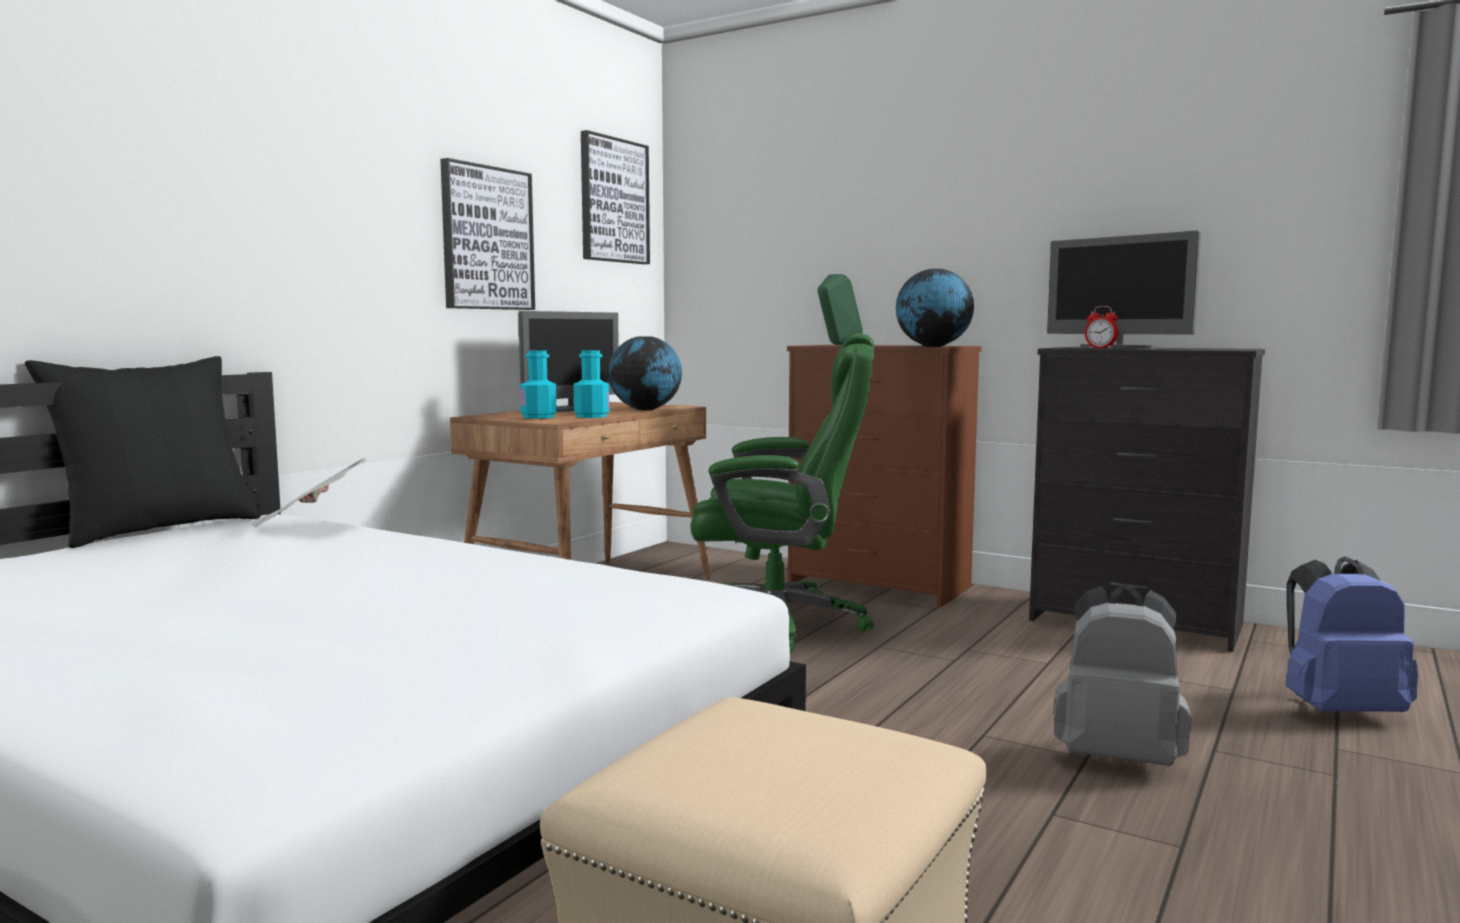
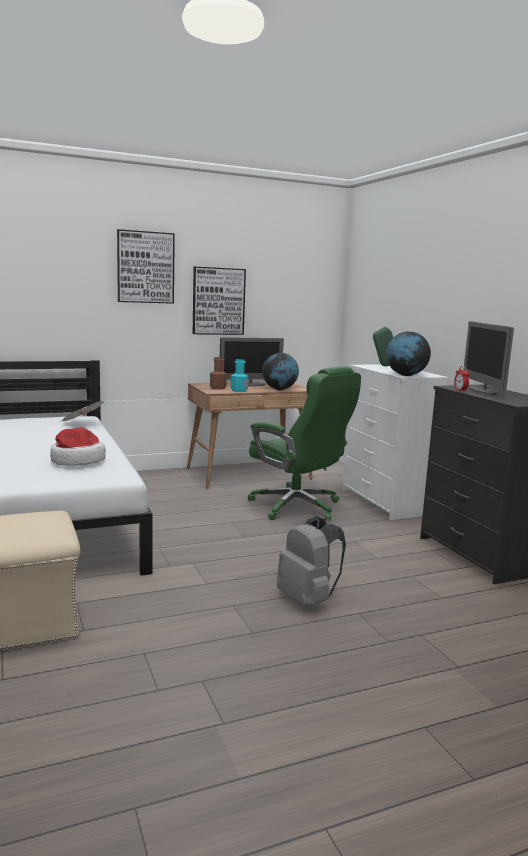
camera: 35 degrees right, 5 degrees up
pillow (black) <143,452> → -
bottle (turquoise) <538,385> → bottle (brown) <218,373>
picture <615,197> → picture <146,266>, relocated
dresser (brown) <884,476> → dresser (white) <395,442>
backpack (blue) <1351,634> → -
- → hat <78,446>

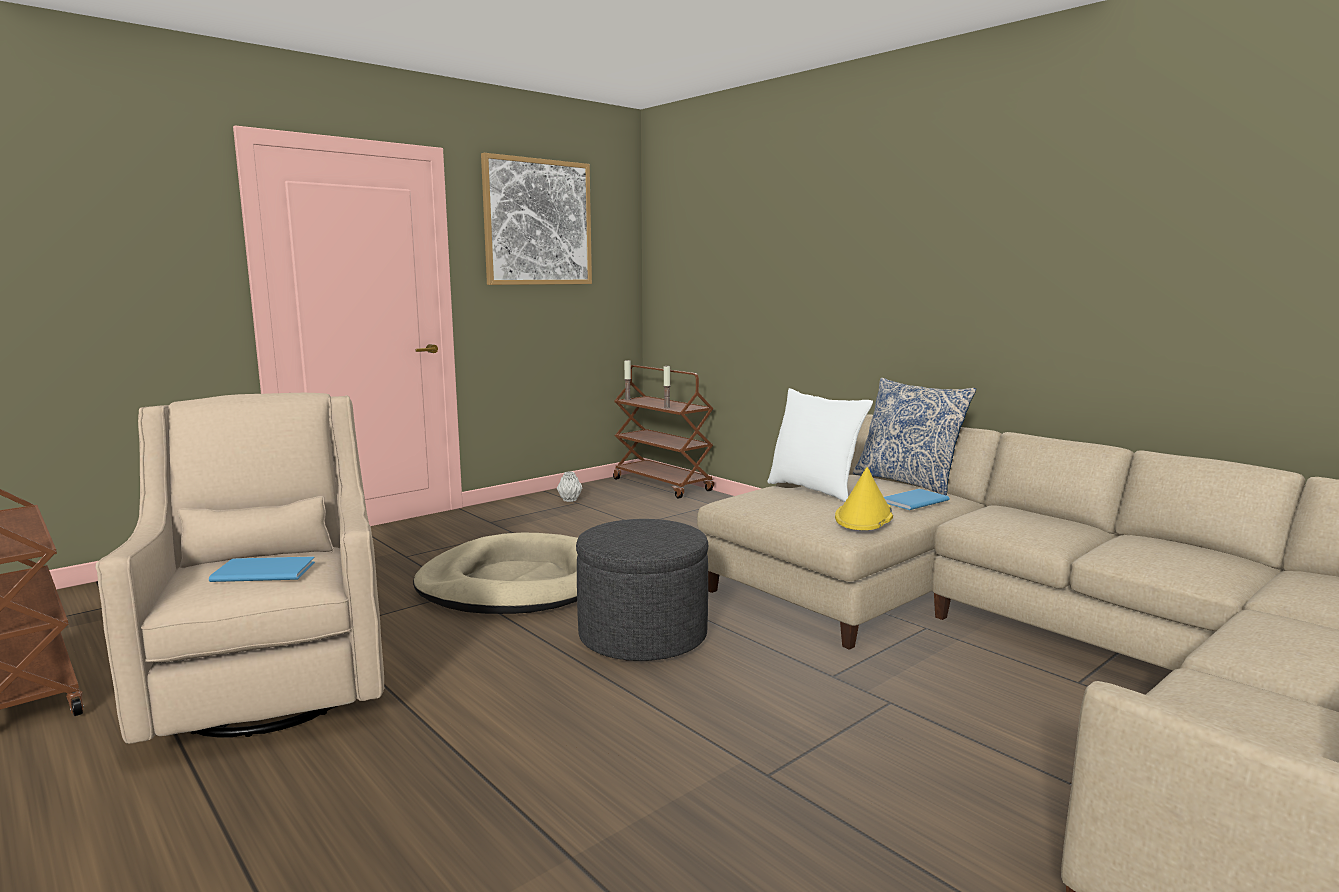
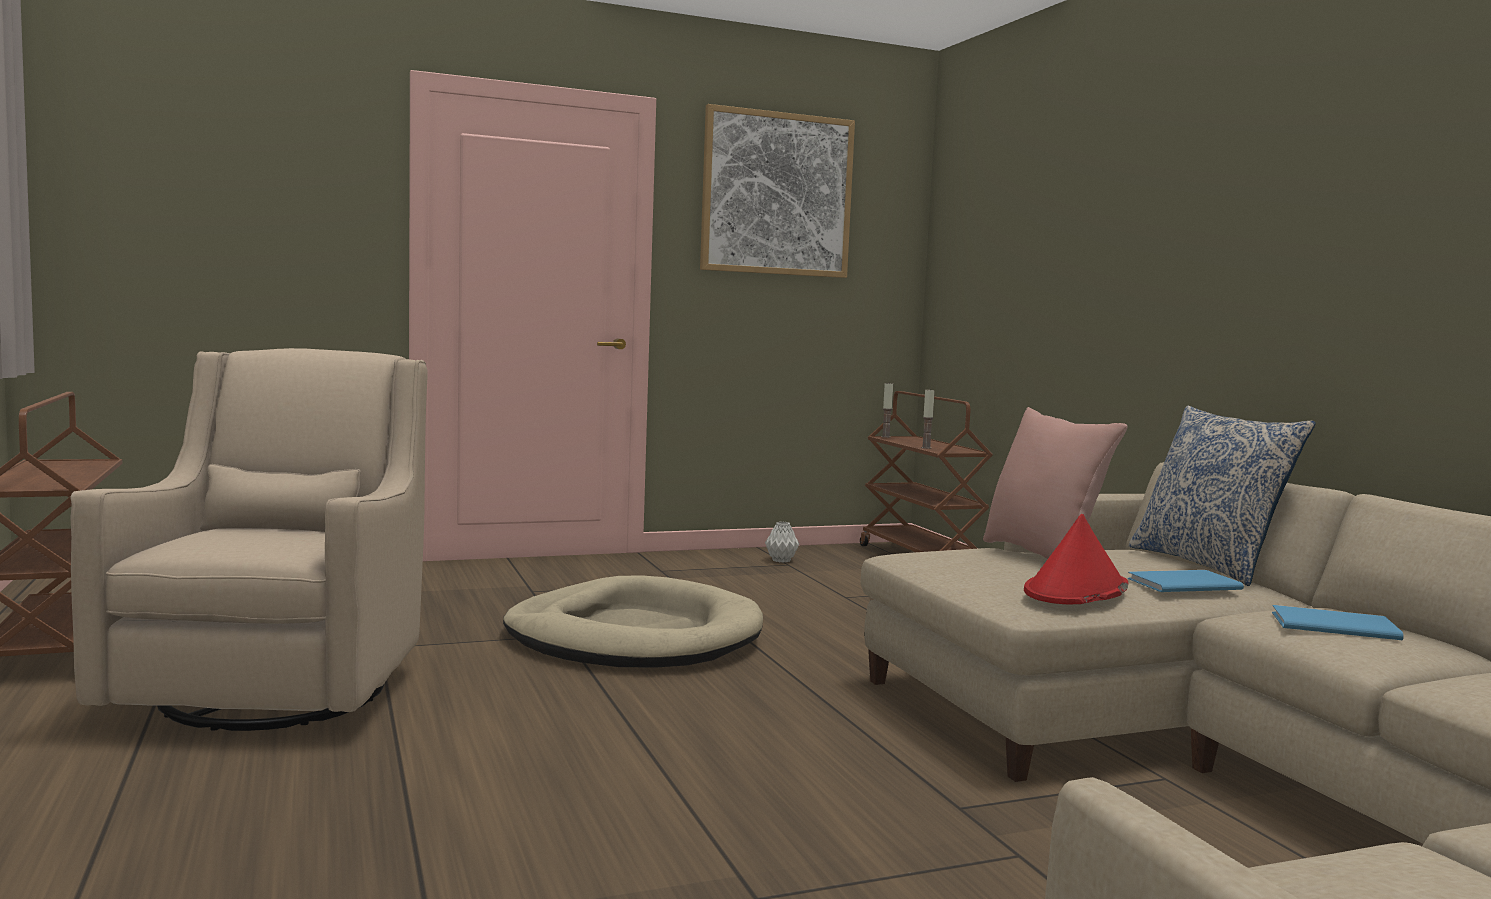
camera: 20 degrees right, 5 degrees down
book (blue) <262,569> → book (blue) <1338,622>, relocated
ottoman (grey) <642,590> → -
pillow (white) <820,445> → pillow (pink) <1055,483>
hat (yellow) <864,498> → hat (red) <1076,559>

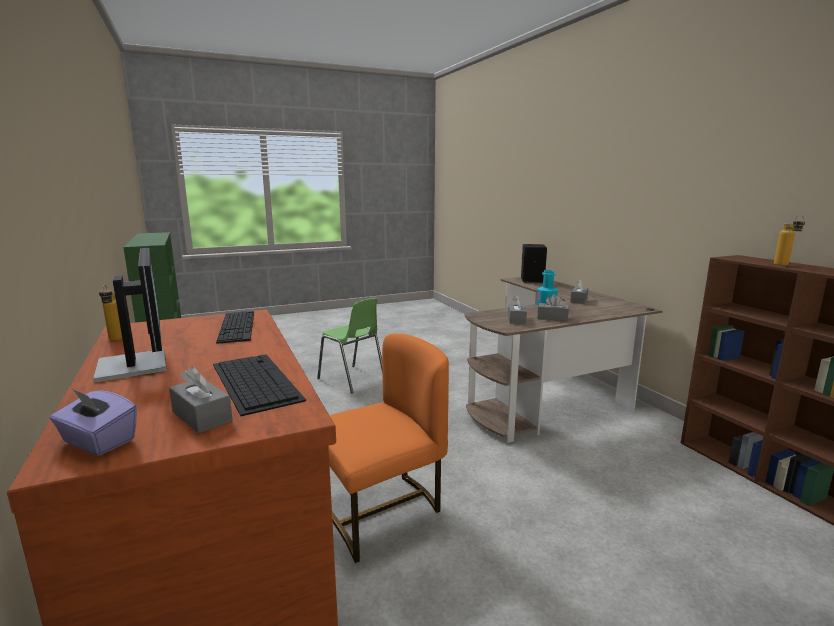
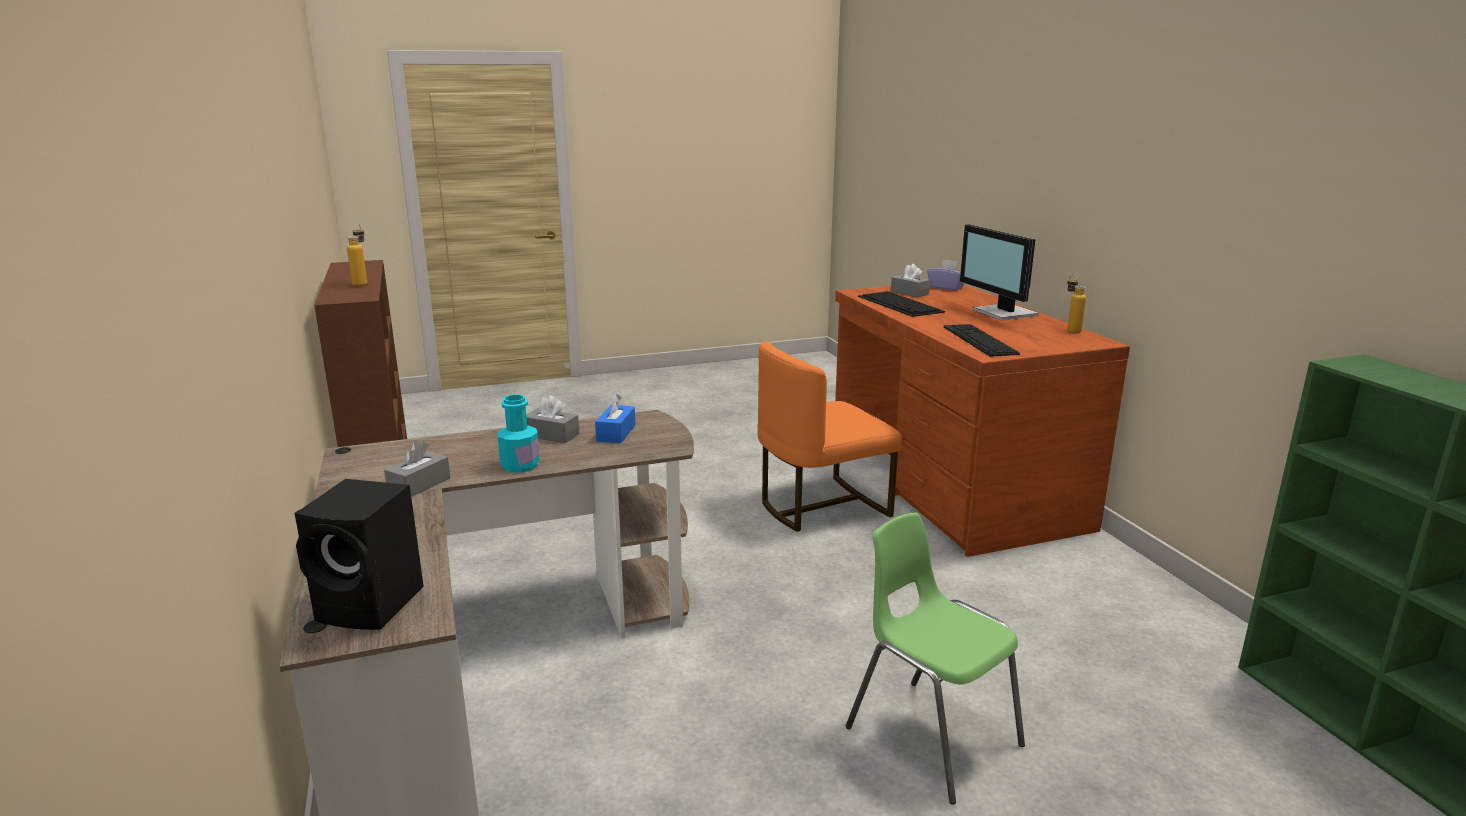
camera: 175 degrees left, 5 degrees up
tissue box (grey) <517,309> → tissue box (blue) <615,418>

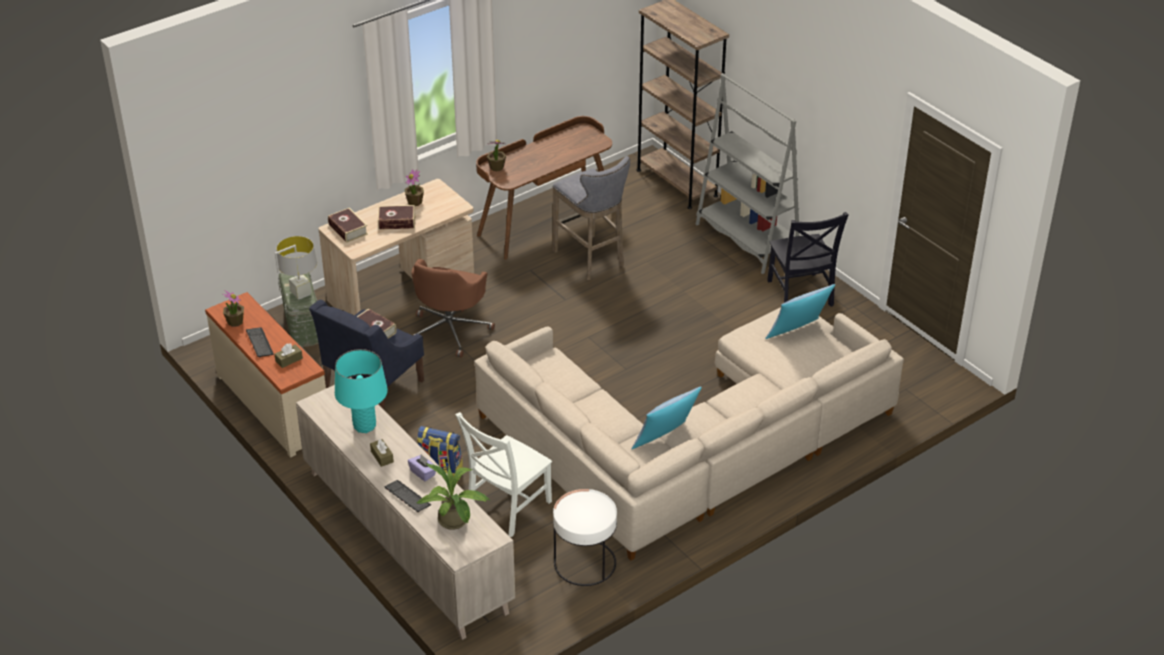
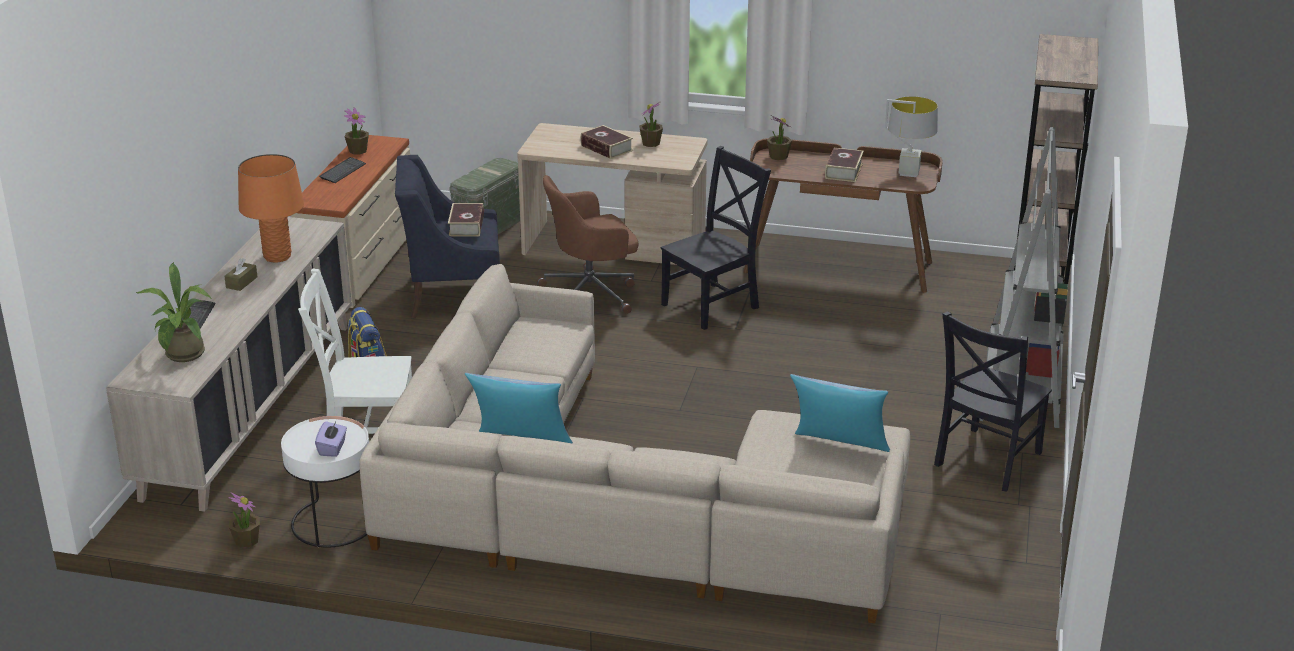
camera: 50 degrees right, 10 degrees down
table lamp (grey) <296,268> → table lamp (grey) <911,136>, relocated
tissue box (brown) <289,355> → -
book <348,225> → book <844,165>, relocated
table lamp (turquoise) <361,391> → table lamp (orange) <271,208>
tissue box (purple) <422,467> → tissue box (purple) <331,438>, relocated
stool (grey) <591,218> → -
- → potted plant <244,520>
- → chair (black) <716,238>

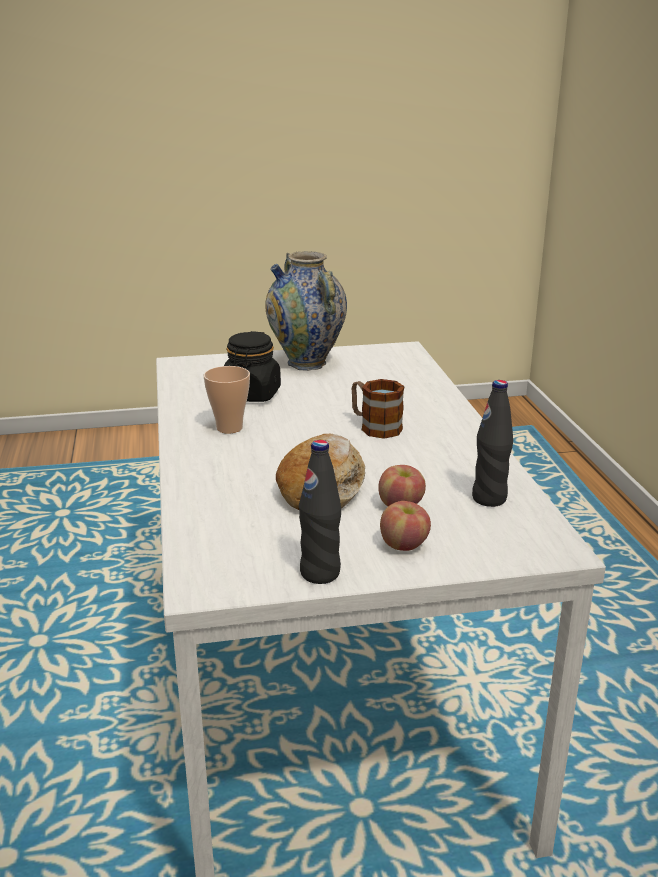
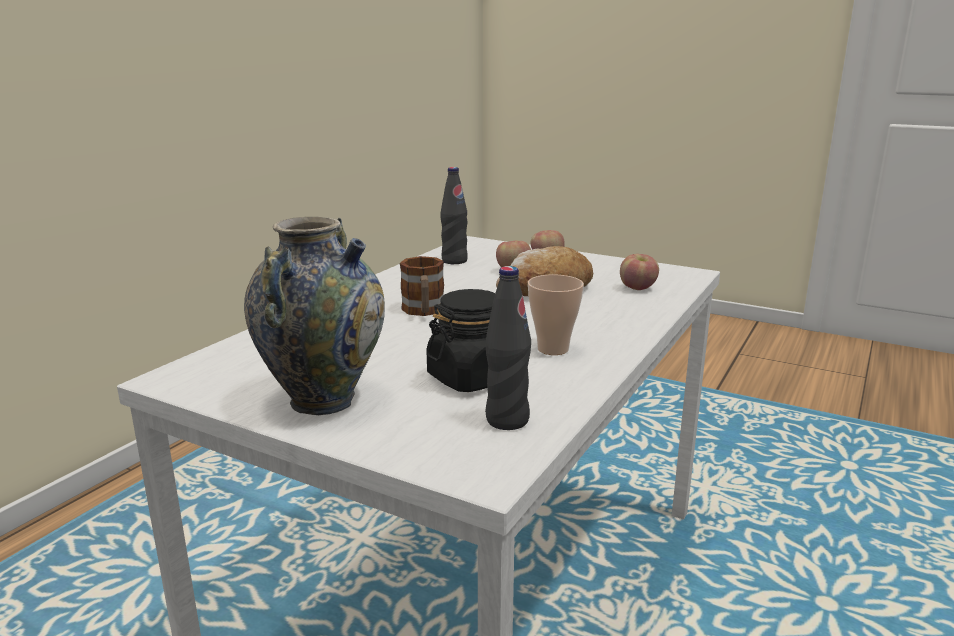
camera: 140 degrees left, 5 degrees down
bottle (black) <320,512> → bottle (black) <508,348>, relocated
- → apple <639,272>

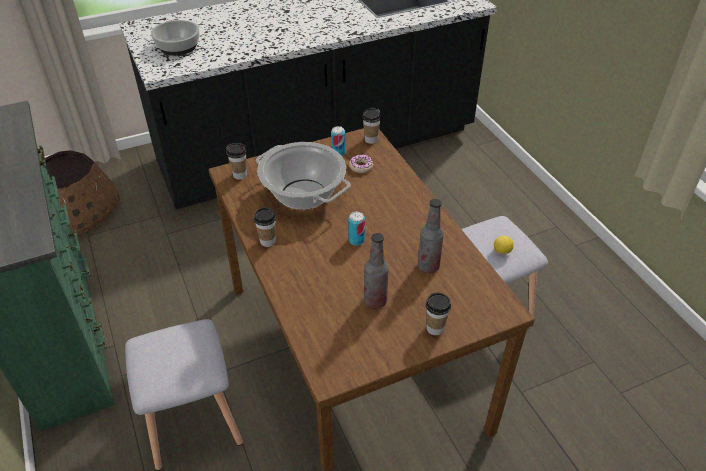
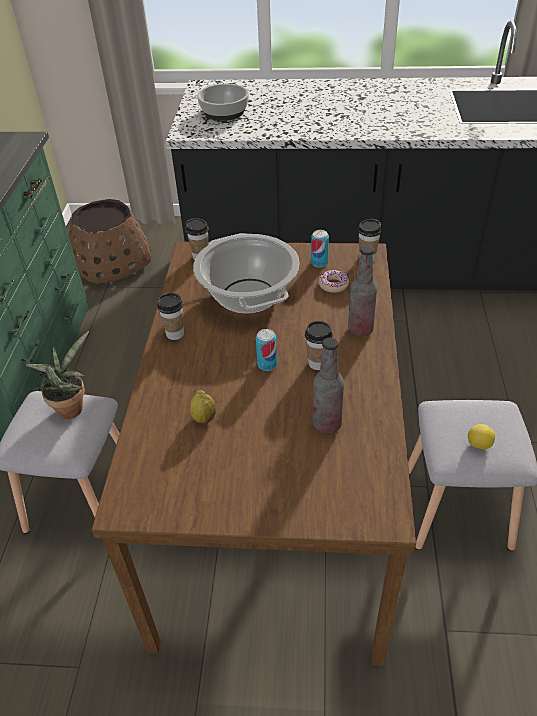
camera: 30 degrees right, 0 degrees up
bottle <376,271> → bottle <362,290>, relocated
cup <438,313> → cup <319,345>, relocated
- → potted plant <57,375>
- → lemon <203,406>

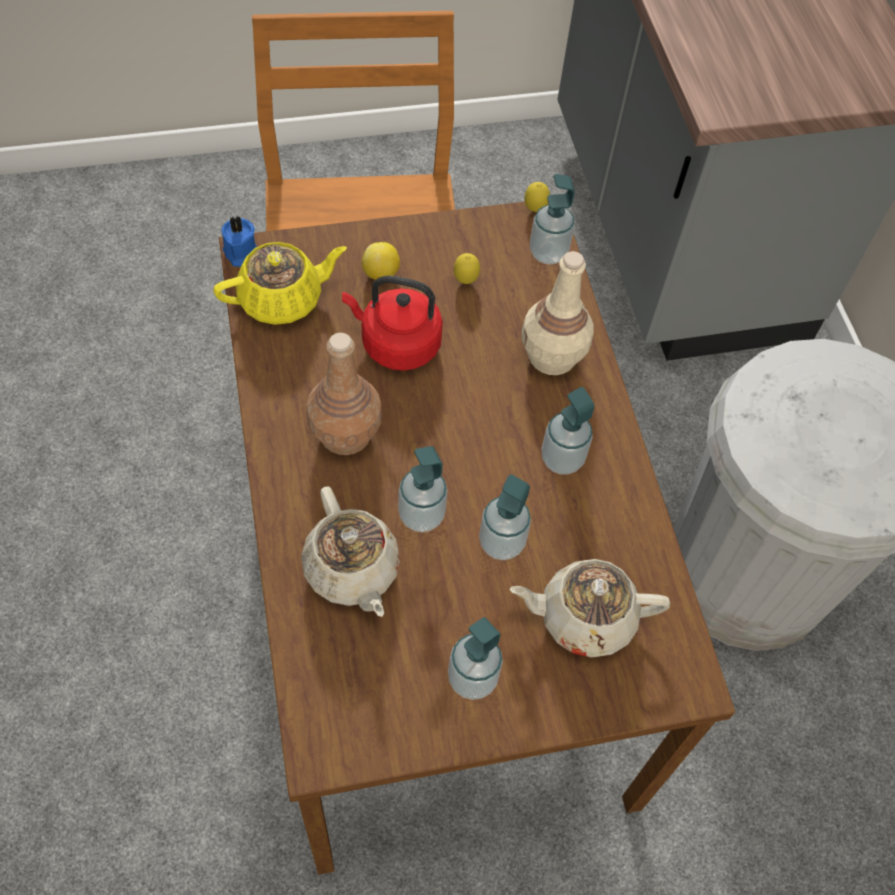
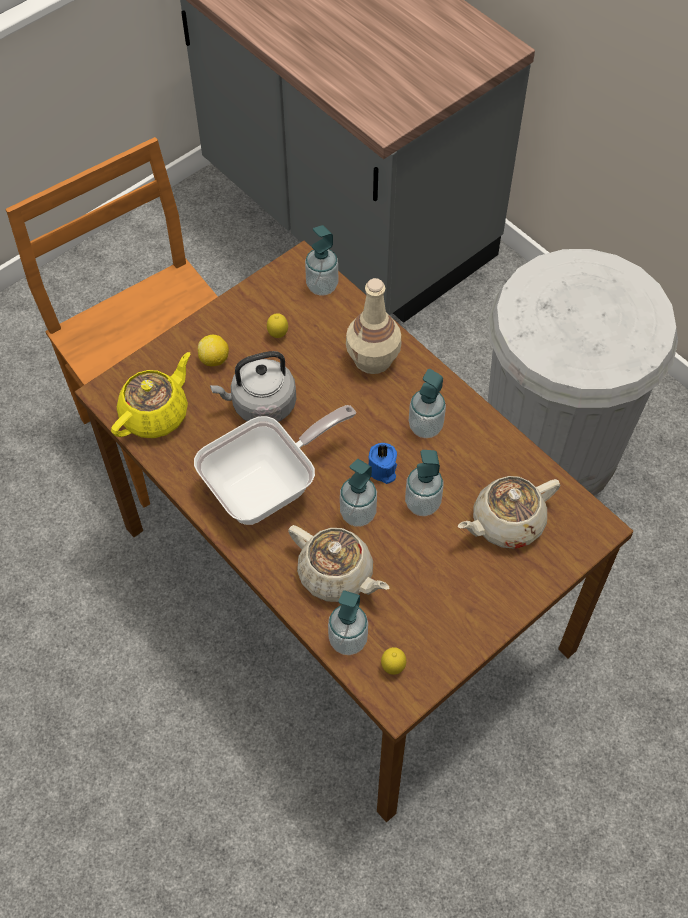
camera: 25 degrees left, 0 degrees up
candle (blue) <239,241> → candle (blue) <382,463>, relocated
bottle (brown) <344,394> → frying pan <275,465>
kettle (red) <392,323> → kettle (grey) <253,386>
soap dispenser <475,658> → soap dispenser <348,622>, relocated
lemon <537,197> → lemon <393,661>, relocated

